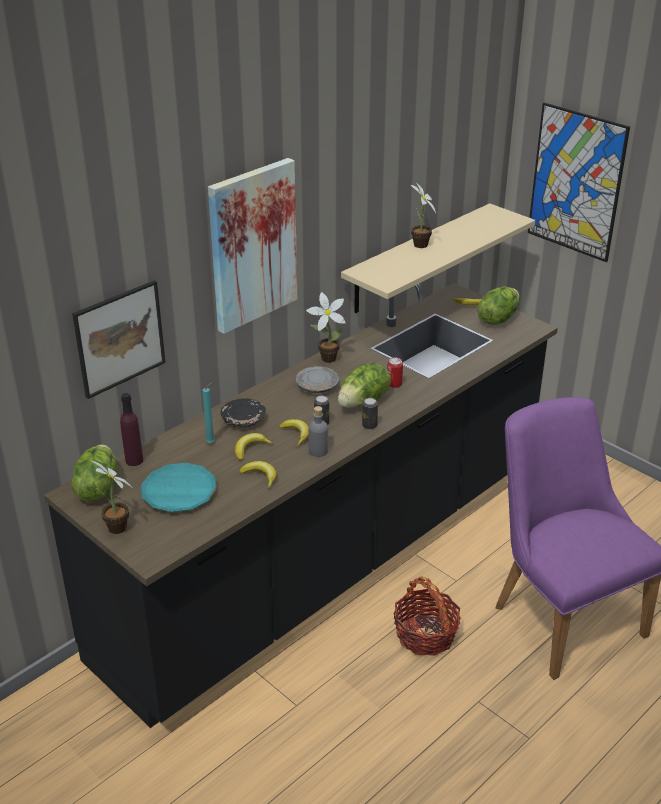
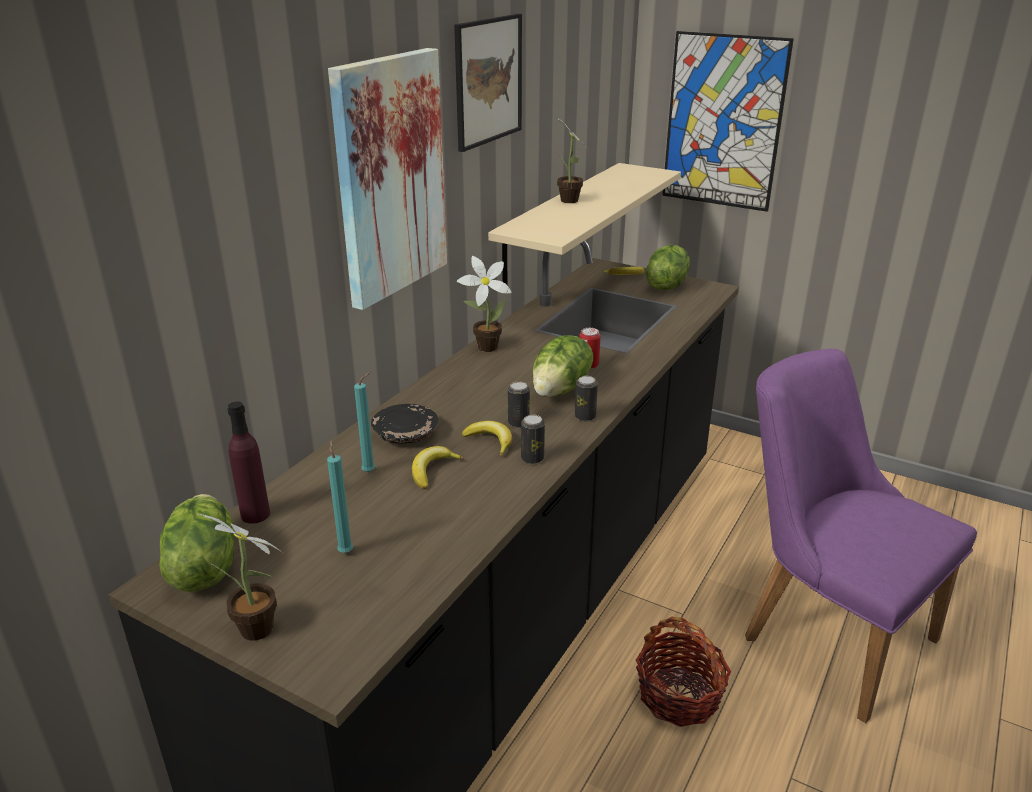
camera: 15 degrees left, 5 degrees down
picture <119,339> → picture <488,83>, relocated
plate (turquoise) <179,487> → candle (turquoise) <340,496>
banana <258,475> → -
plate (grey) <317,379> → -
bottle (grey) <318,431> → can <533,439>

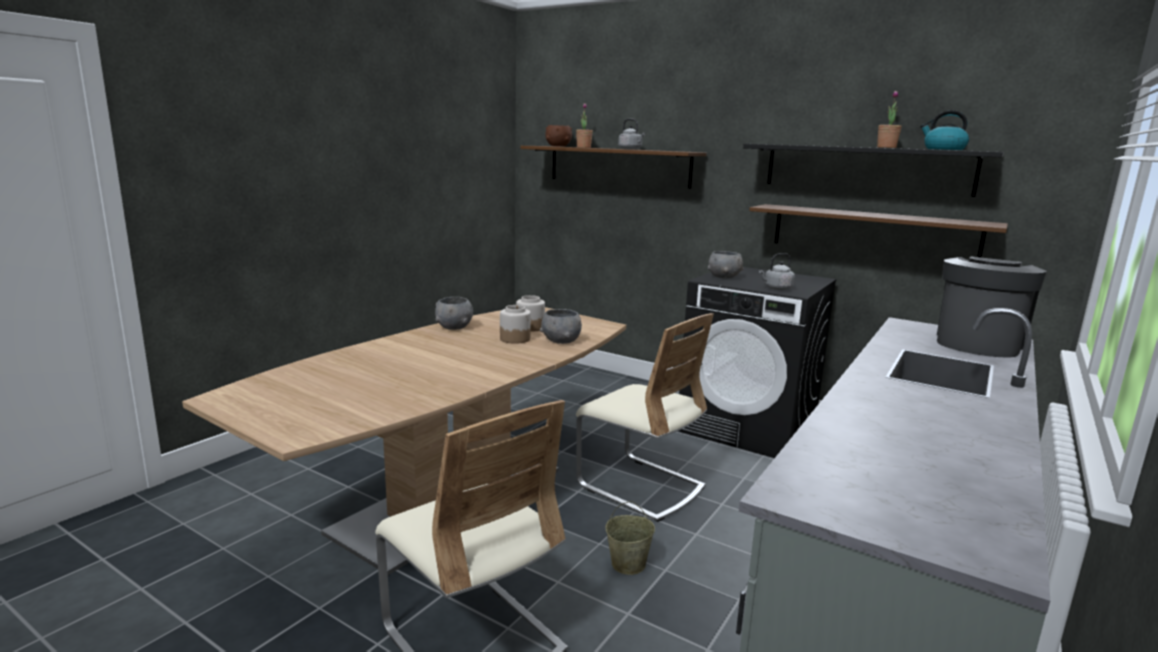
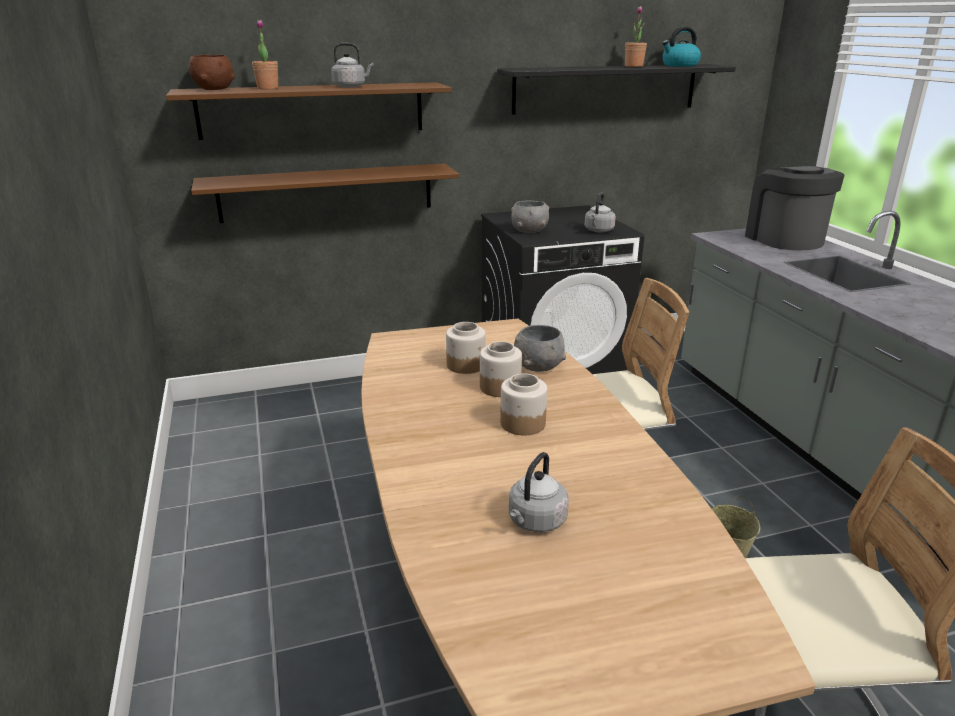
camera: 50 degrees left, 10 degrees up
bowl (grey) <454,313> → -
shelf (brown) <878,230> → shelf (brown) <325,193>, relocated
- → jar <523,404>
- → kettle (grey) <539,492>

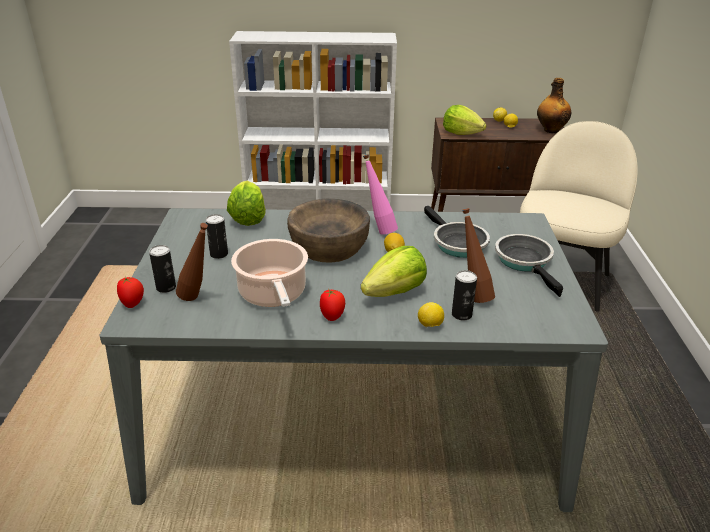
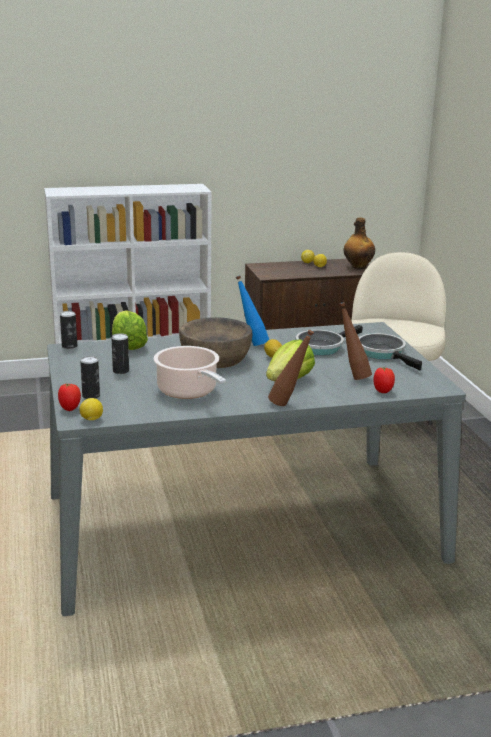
camera: 15 degrees left, 10 degrees down
bottle (brown) <192,262> → bottle (brown) <291,368>, relocated
tomato <332,305> → tomato <384,380>, relocated
bottle (pink) <380,194> → bottle (blue) <252,310>
lemon <431,314> → lemon <91,409>, relocated
frying pan <457,232> → frying pan <329,340>, 90 degrees clockwise
lettuce <465,120> → -
can <464,295> → can <68,330>, relocated

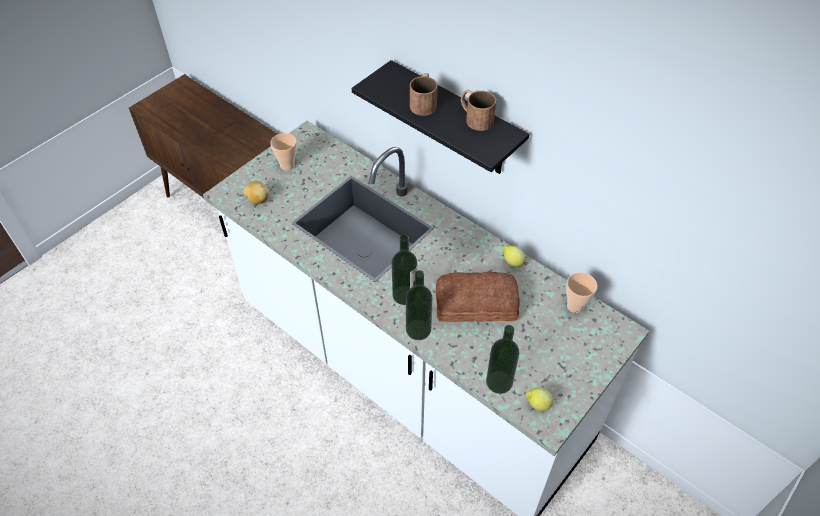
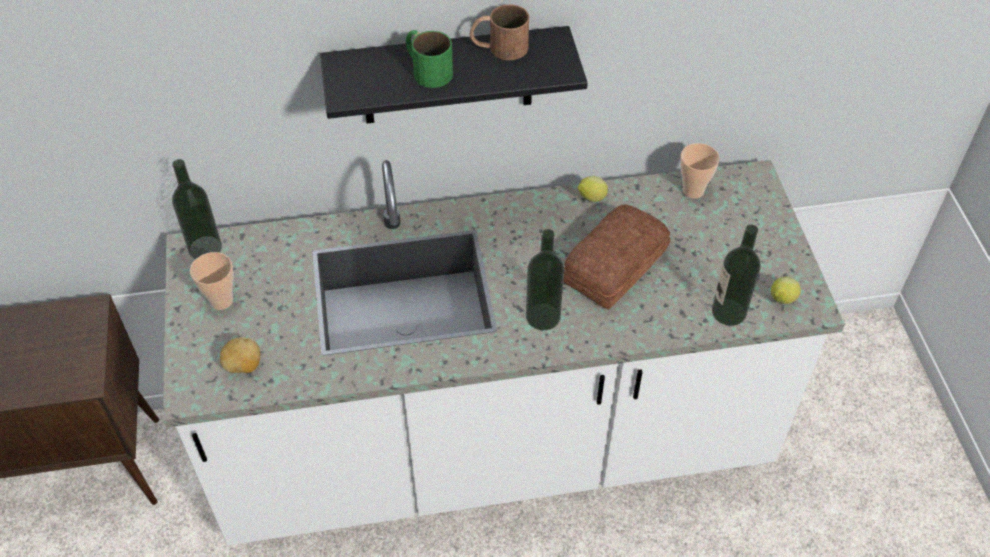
camera: 50 degrees left, 0 degrees up
bottle <419,305> → bottle <197,209>, relocated
mug (brown) <424,94> → mug (green) <429,59>

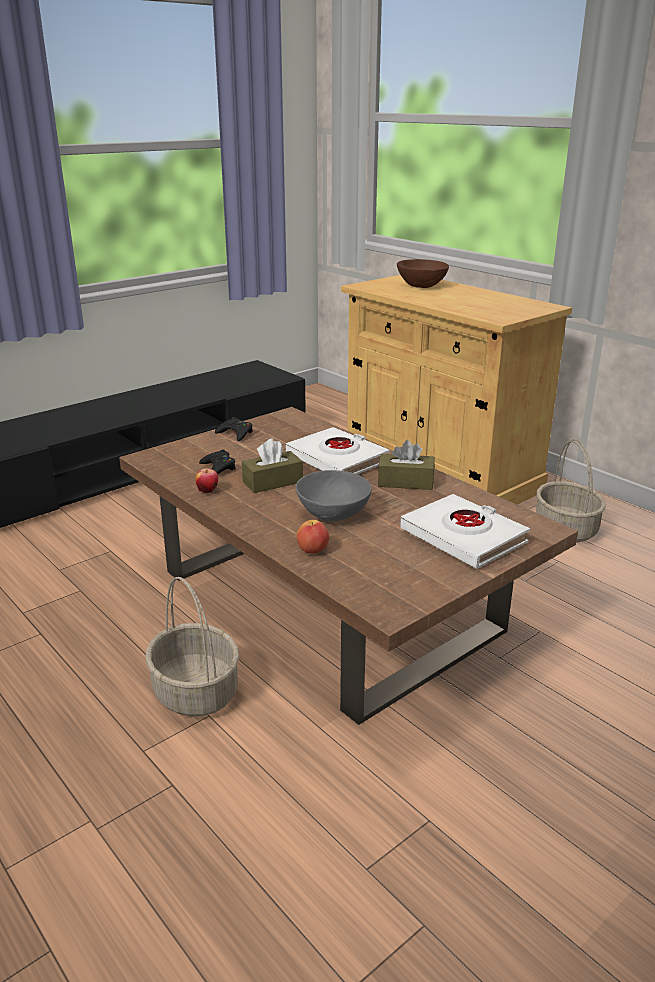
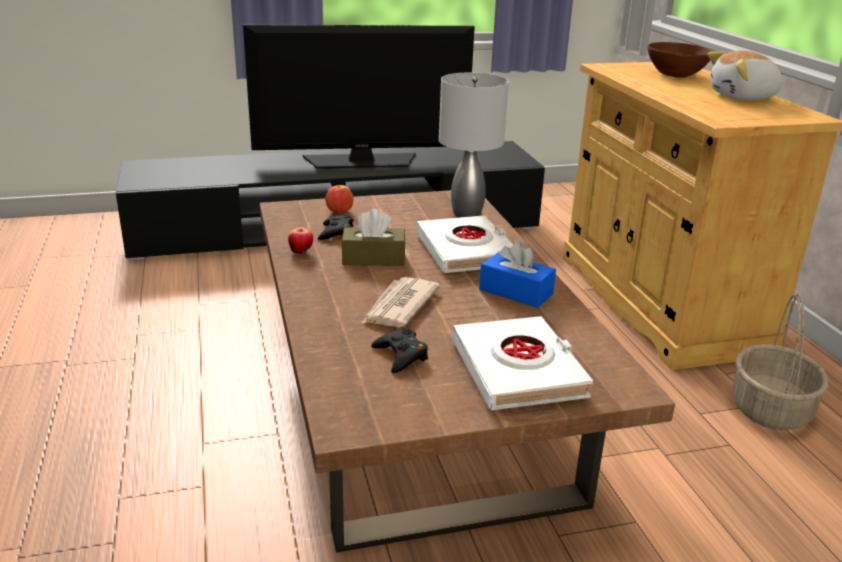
camera: 25 degrees right, 0 degrees up
basket <192,646> → -
game controller (black) <234,429> → game controller (black) <399,350>, relocated
bowl (grey) <334,495> → newspaper <401,302>
apple <313,537> → apple <339,199>, relocated
tissue box (brown) <406,465> → tissue box (blue) <517,274>
- → television <359,97>
- → table lamp (grey) <474,145>
- → plush toy <746,75>

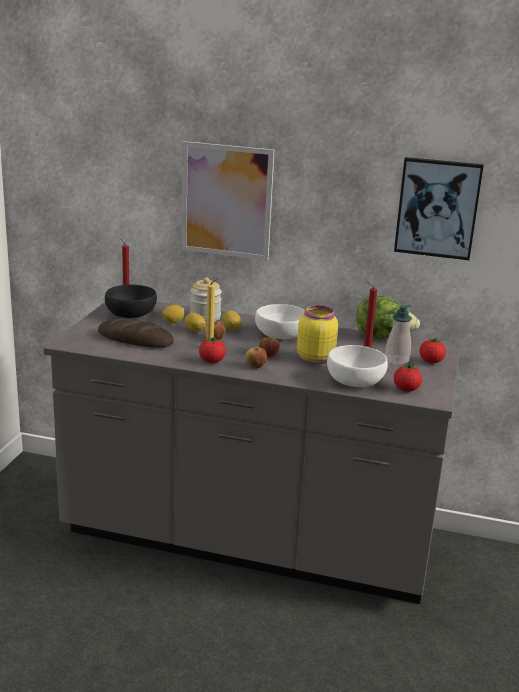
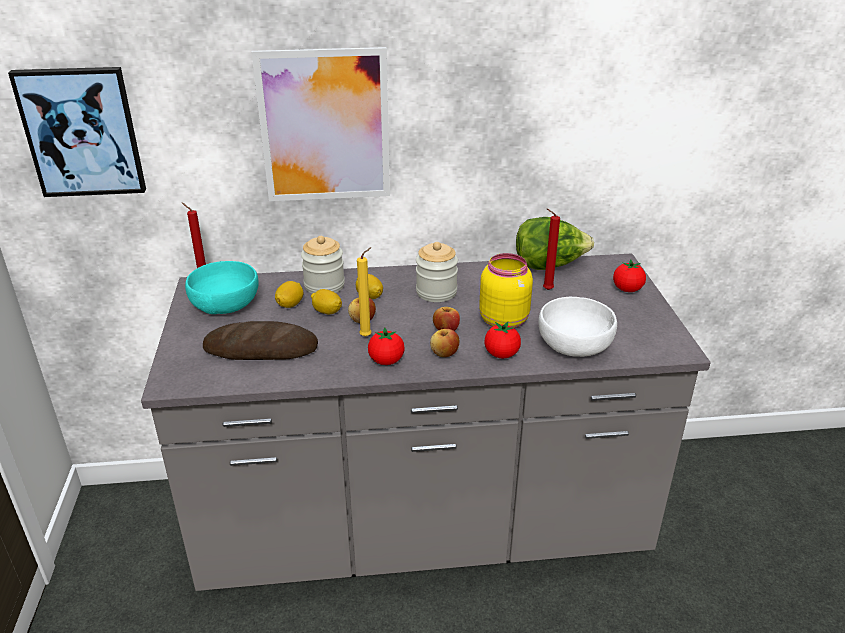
camera: 20 degrees left, 10 degrees up
bowl (black) <131,301> → bowl (turquoise) <222,287>
bowl (white) <280,321> → jar <437,272>
soap dispenser <398,335> → -
picture <439,208> → picture <77,132>, relocated
tomato <408,377> → tomato <503,340>, relocated

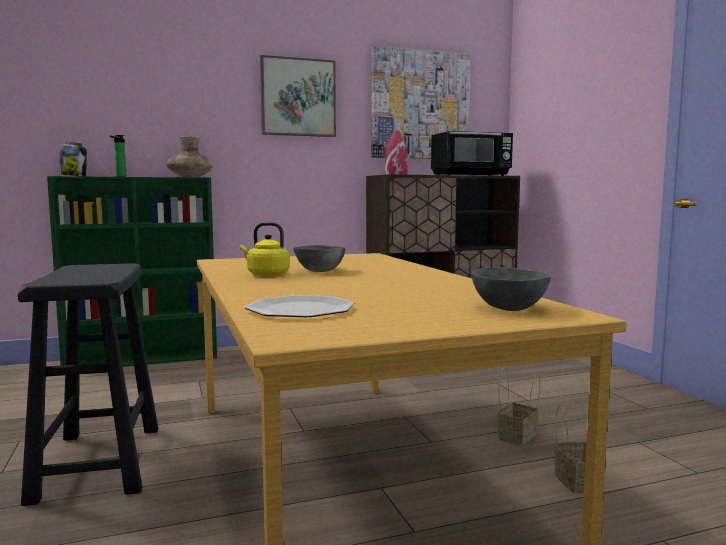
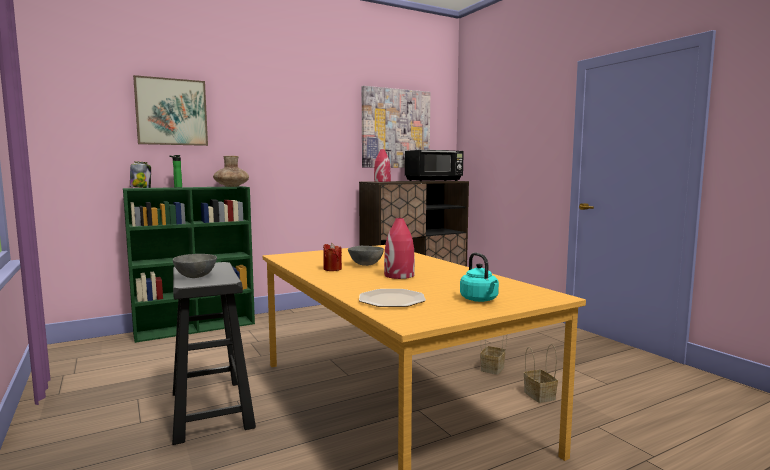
camera: 10 degrees left, 0 degrees up
kettle (yellow) <264,249> → candle (red) <332,257>
picture <298,96> → picture <170,110>, relocated
bowl (grey) <511,289> → bowl (grey) <195,266>, relocated
- → vase (red) <399,248>
- → kettle (turquoise) <479,277>

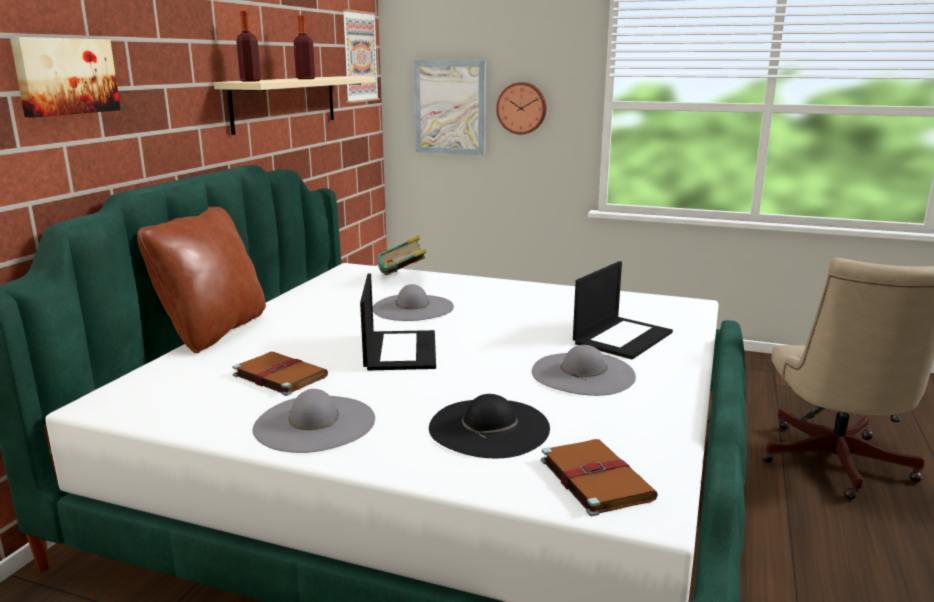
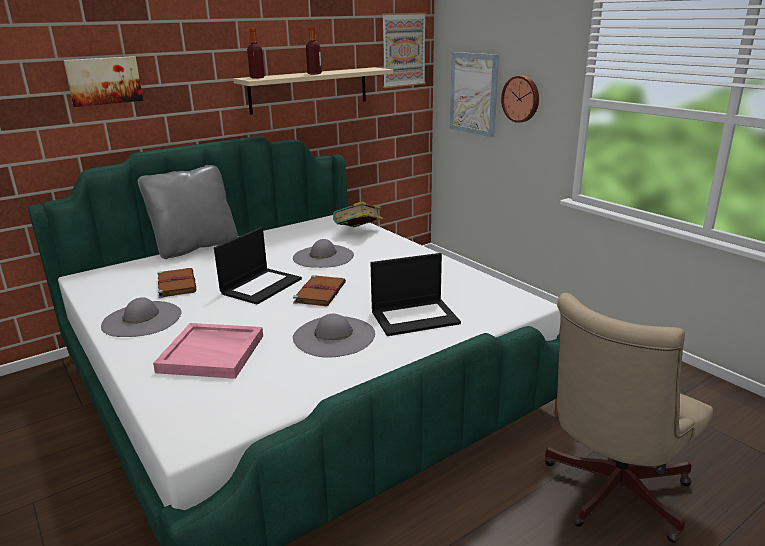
camera: 35 degrees right, 5 degrees up
pillow (brown) <201,280> → pillow (grey) <188,212>
hat (black) <489,426> → tray (pink) <208,351>
book (brown) <599,477> → book (brown) <319,290>, relocated

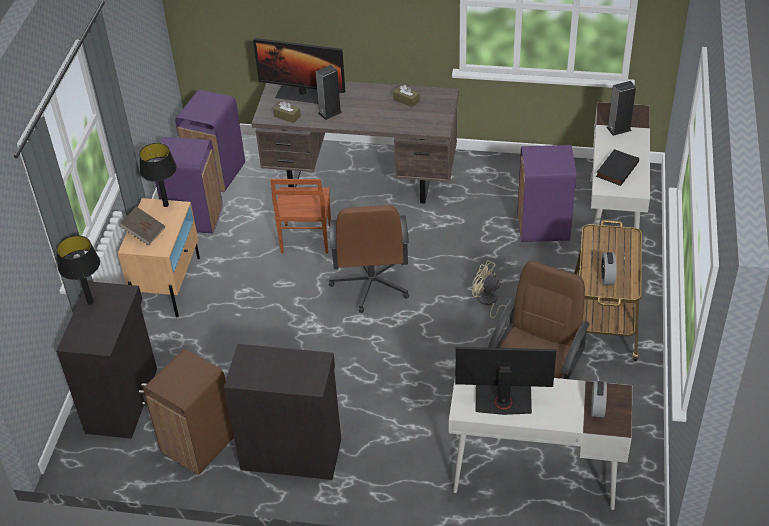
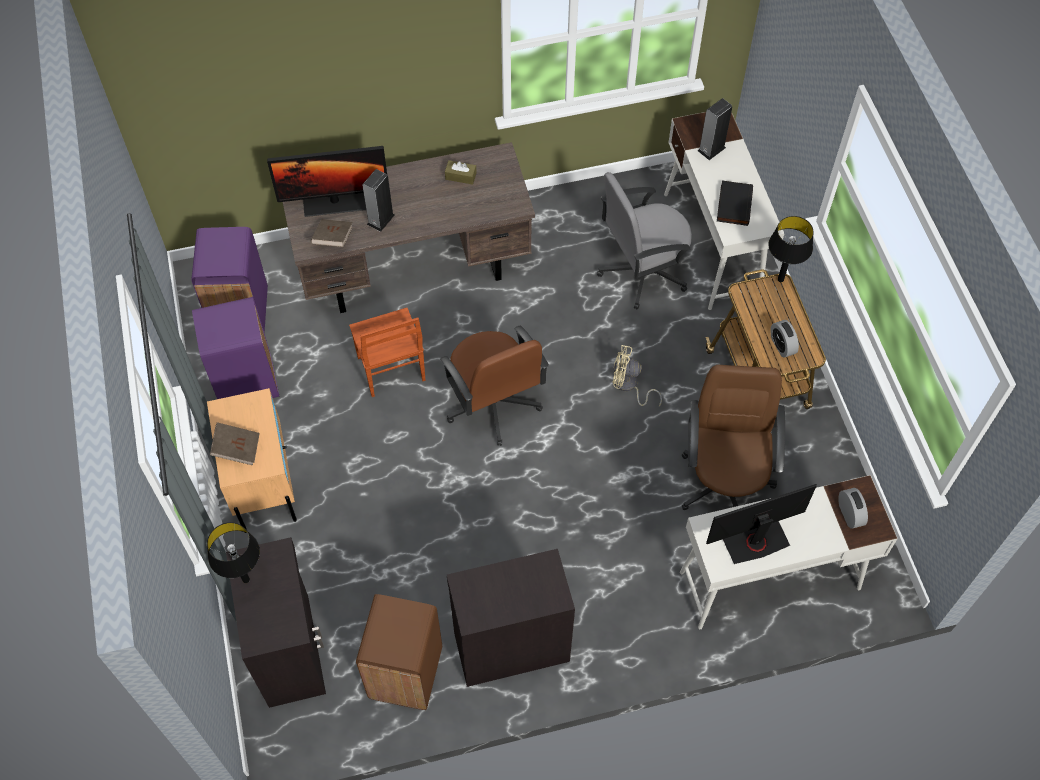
camera: 25 degrees left, 15 degrees up
table lamp (black) <158,175> → table lamp (black) <791,249>, relocated
tissue box (brown) <287,112> → book (brown) <331,233>
trash can (purple) <547,193> → office chair (grey) <644,240>

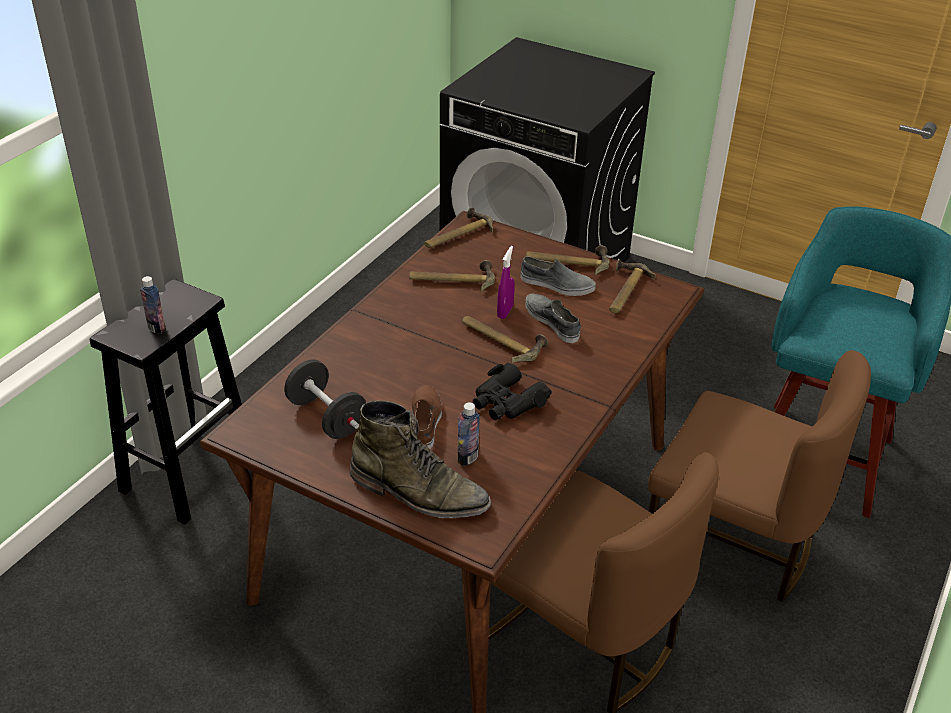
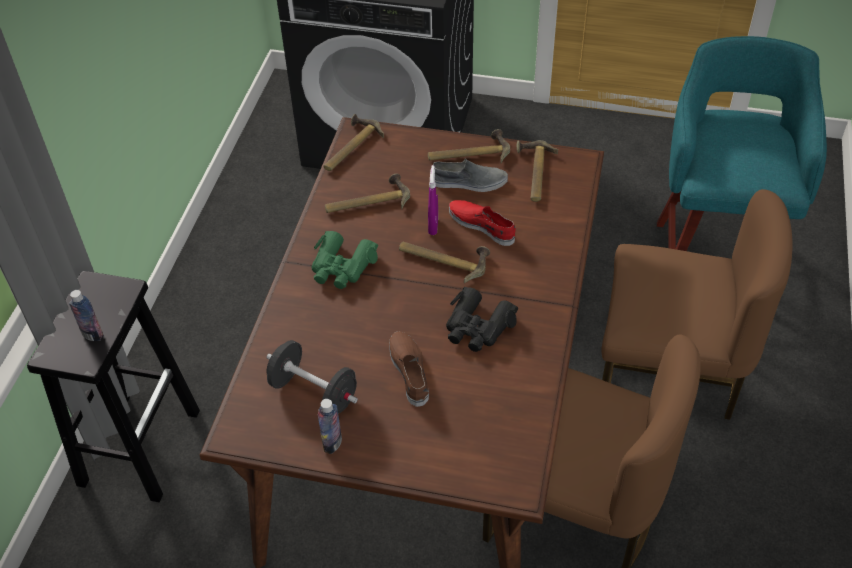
camera: 15 degrees left, 10 degrees up
boot (green) <420,459> → -
bottle <468,434> → bottle <330,426>, relocated
shoe (grey) <553,318> → shoe (red) <482,223>
- → binoculars (green) <344,260>

